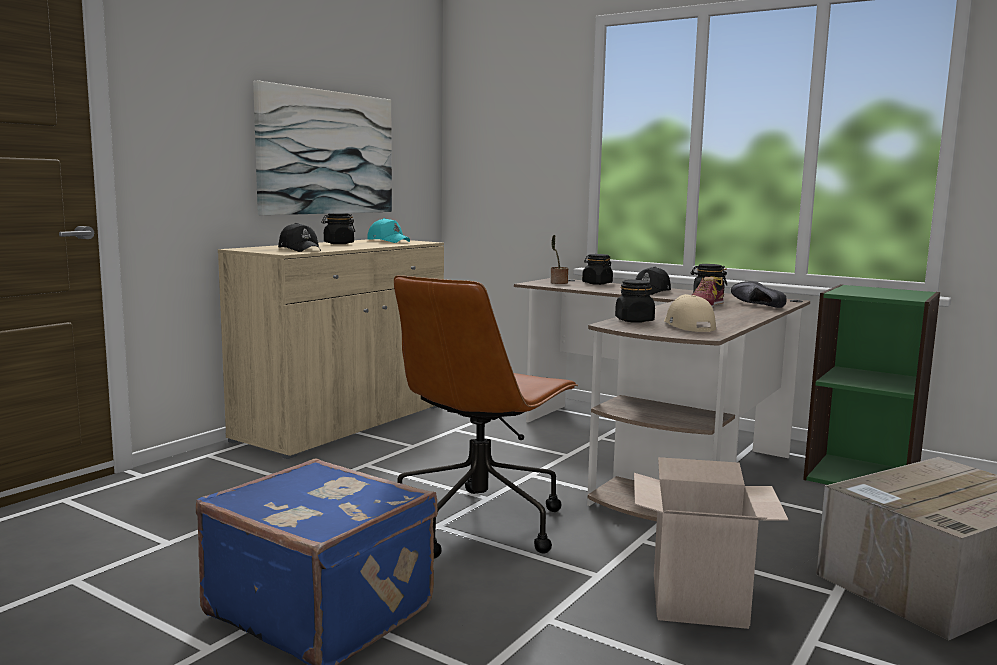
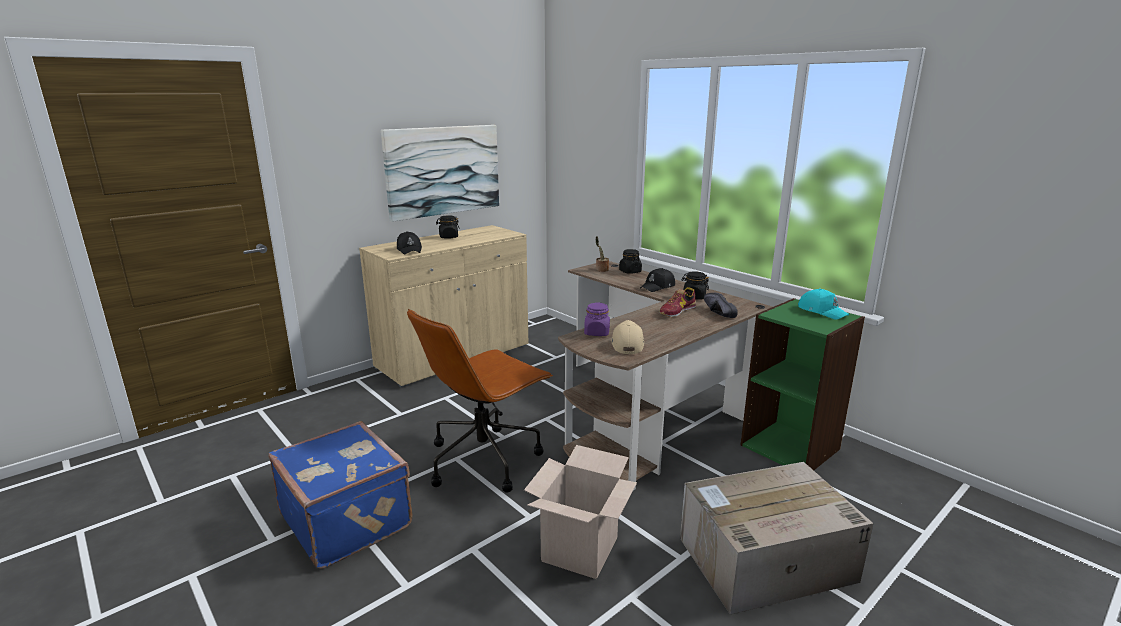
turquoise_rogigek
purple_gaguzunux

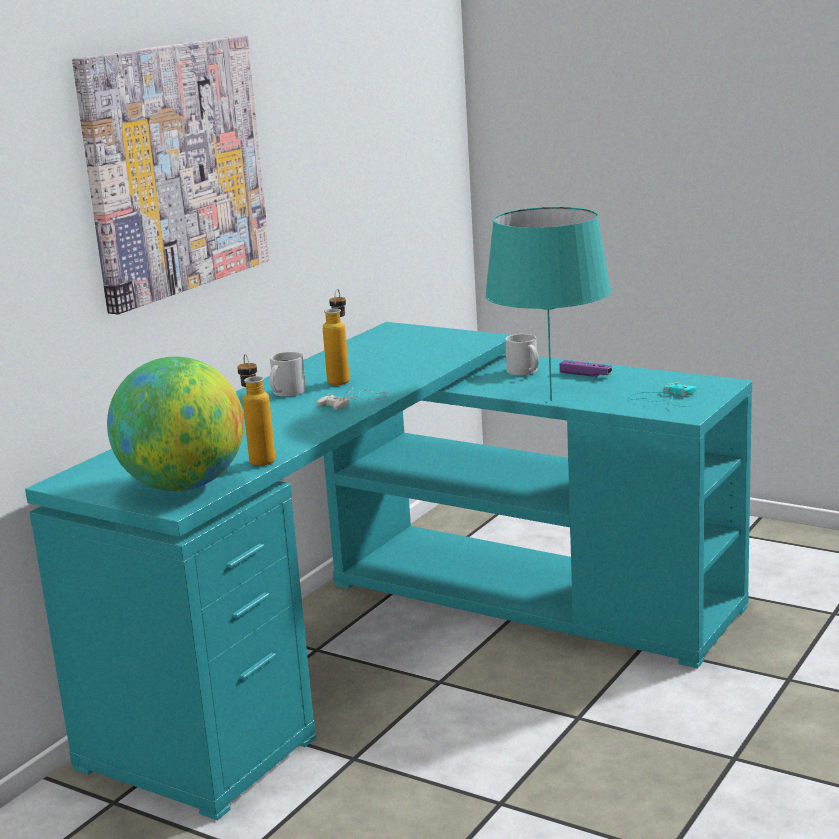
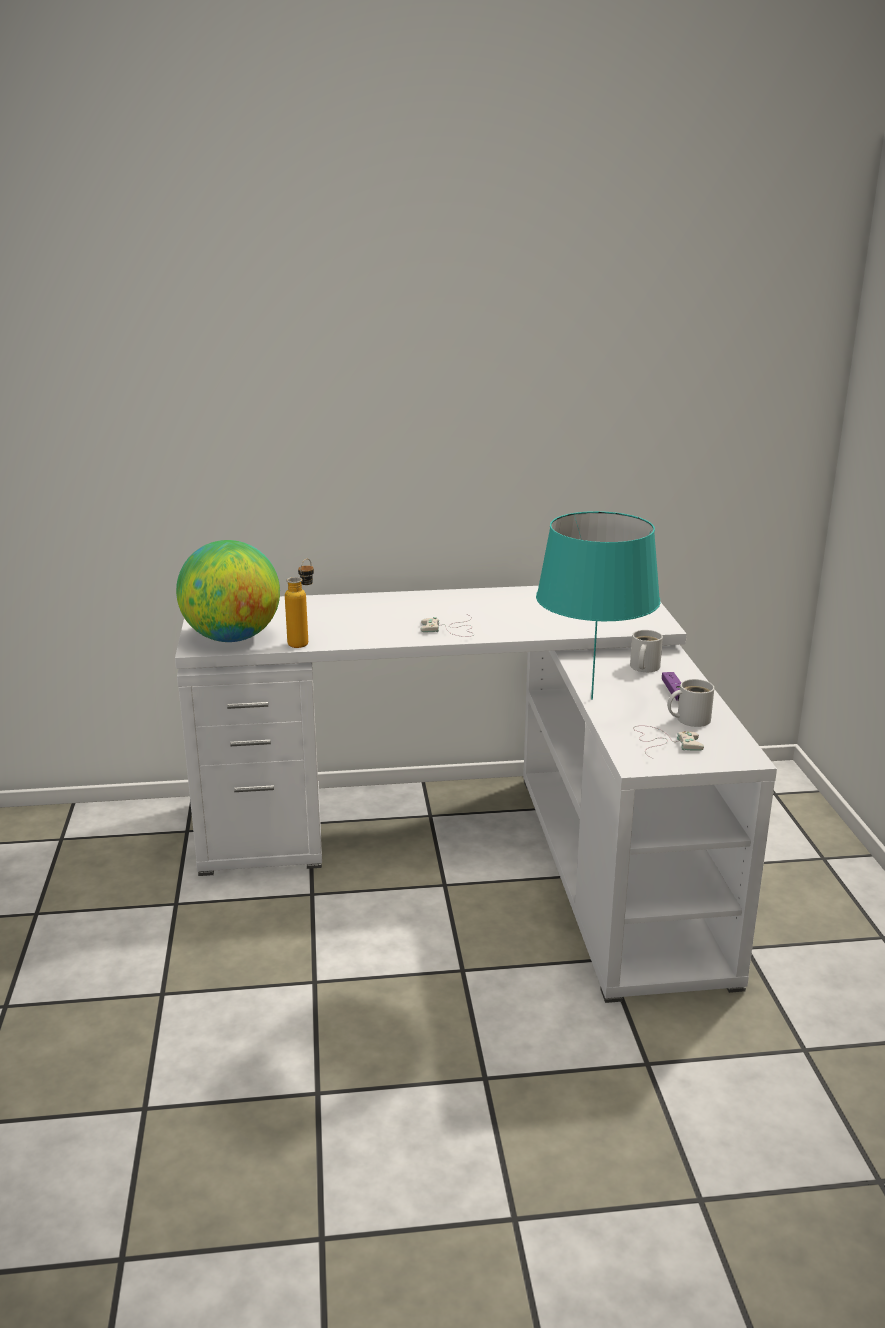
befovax
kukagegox (no. 2 from left in the first image)
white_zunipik
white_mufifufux (no. 2 from left)
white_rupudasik (no. 2 from left)

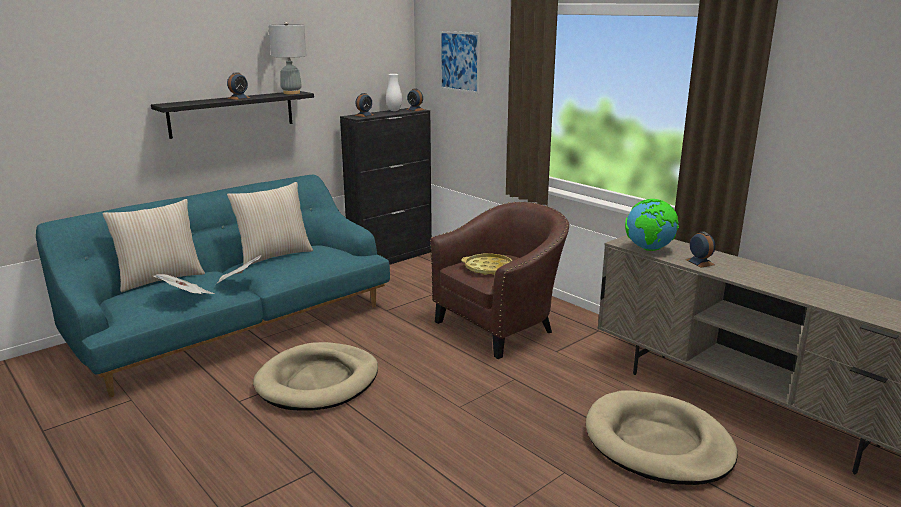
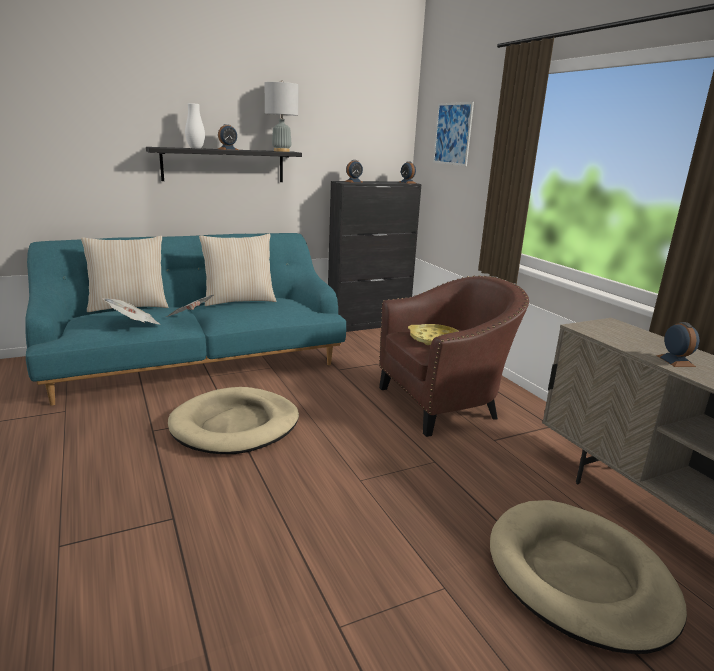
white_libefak
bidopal

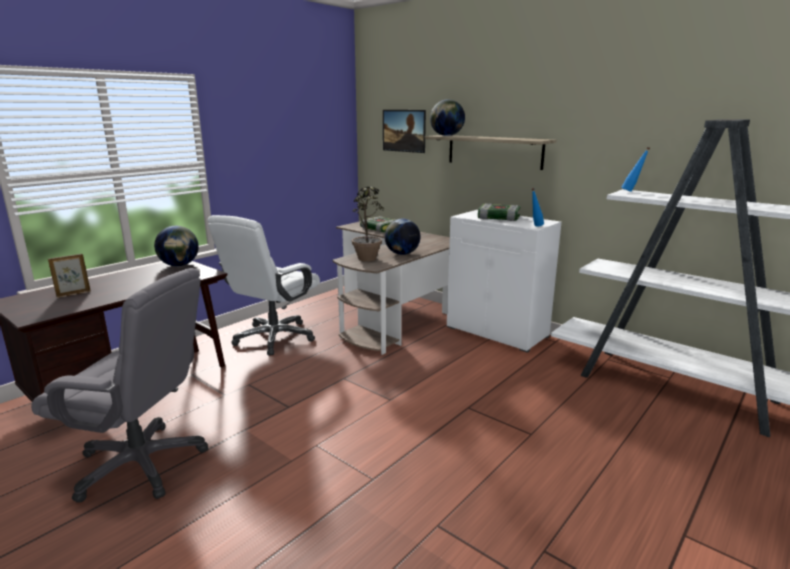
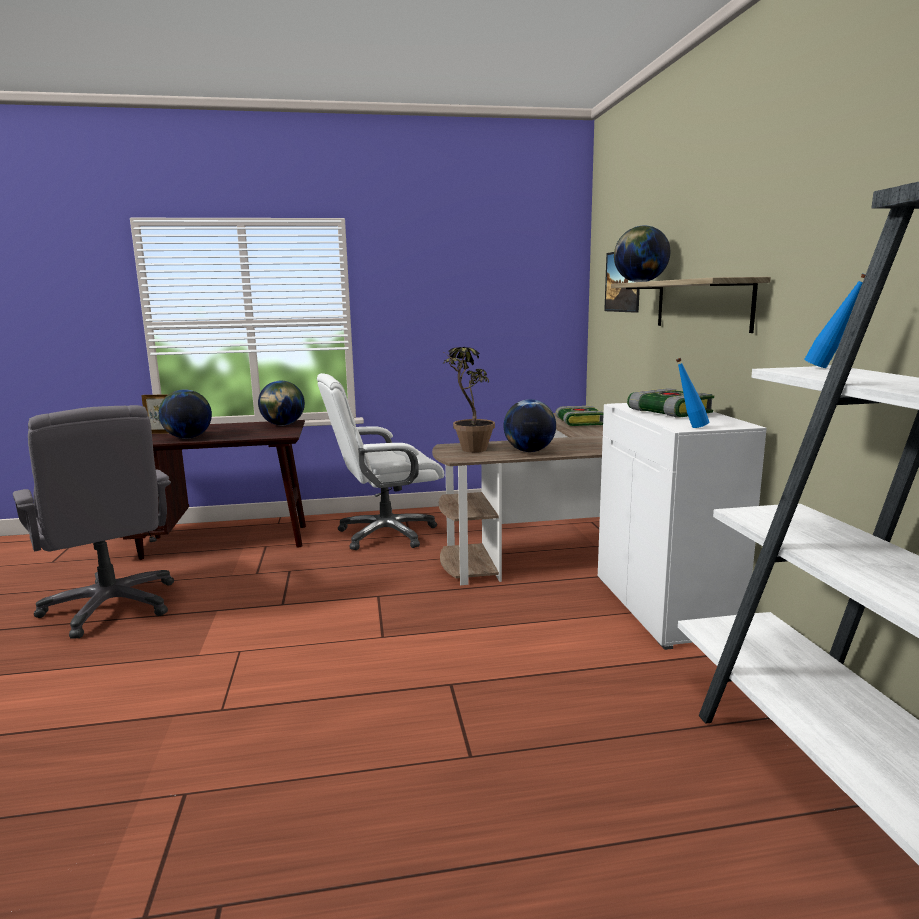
bidopal (no. 1 from left)

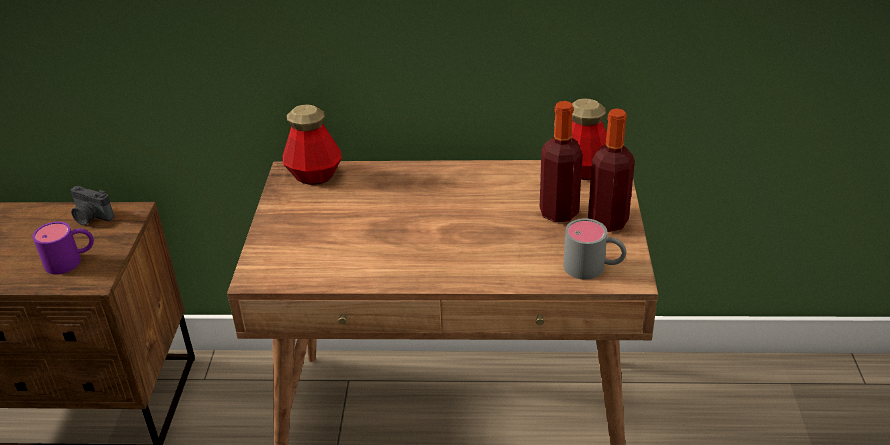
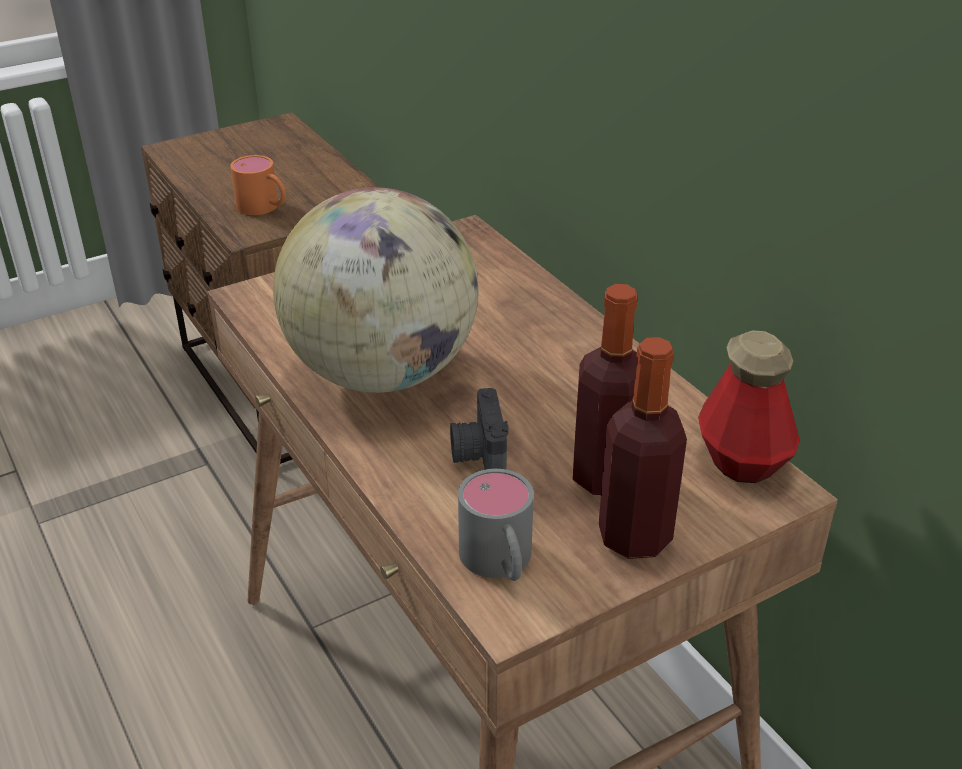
kukagegox (no. 1 from left in the first image)
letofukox
orange_mufifufux
bidopal

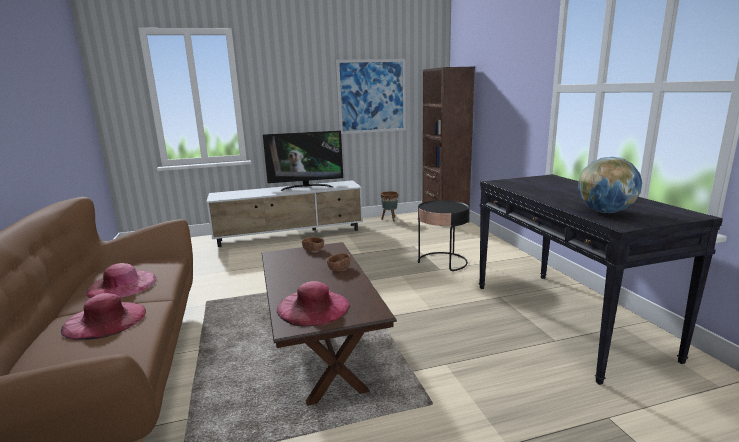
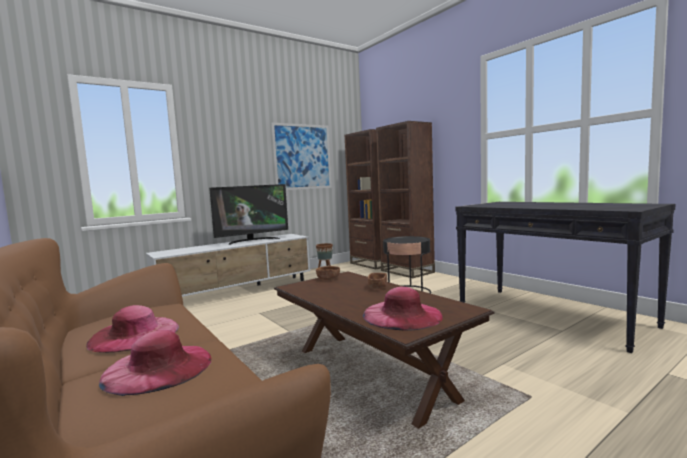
bidopal
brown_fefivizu (no. 2 from left)

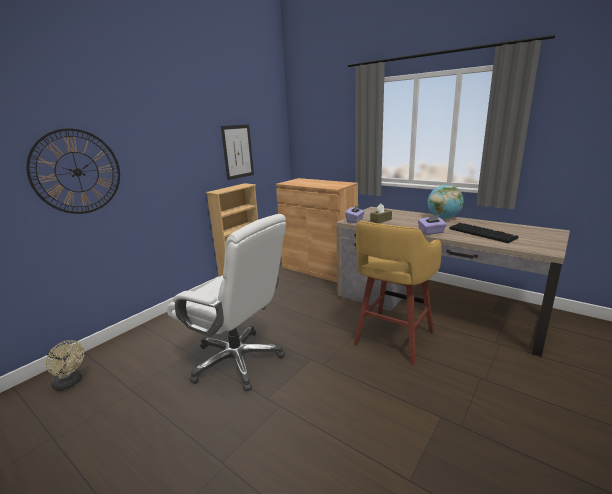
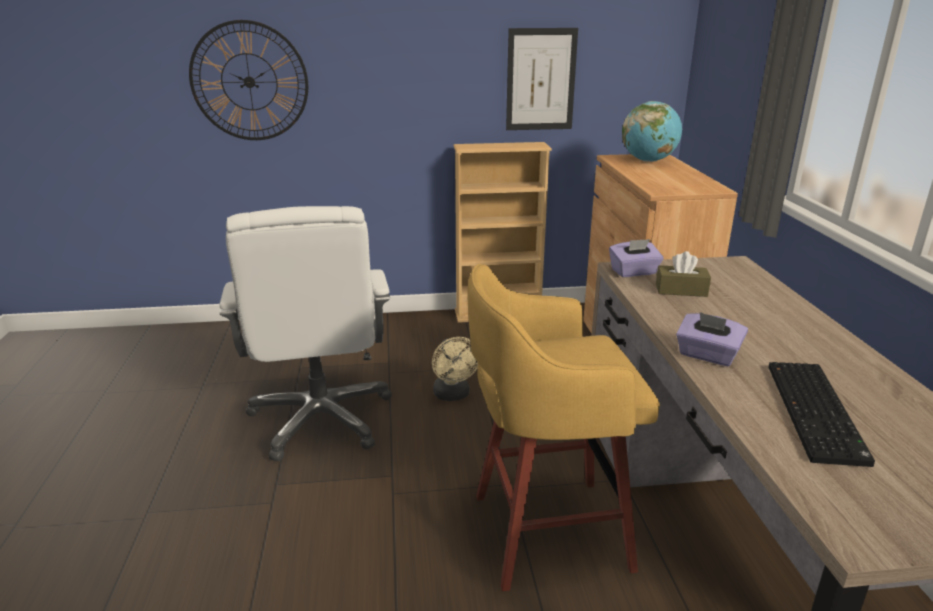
bidopal
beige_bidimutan

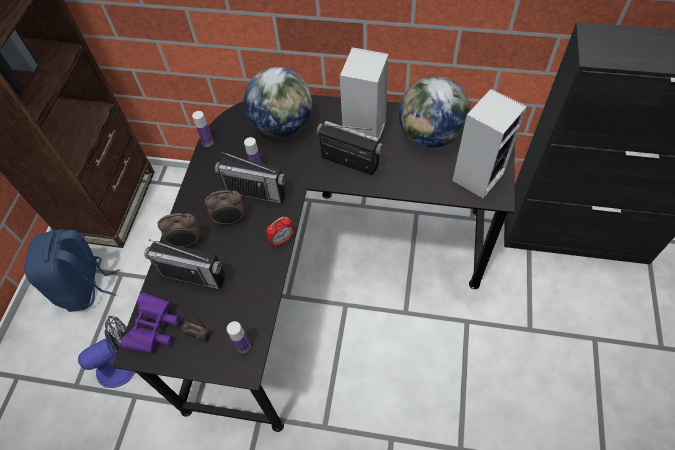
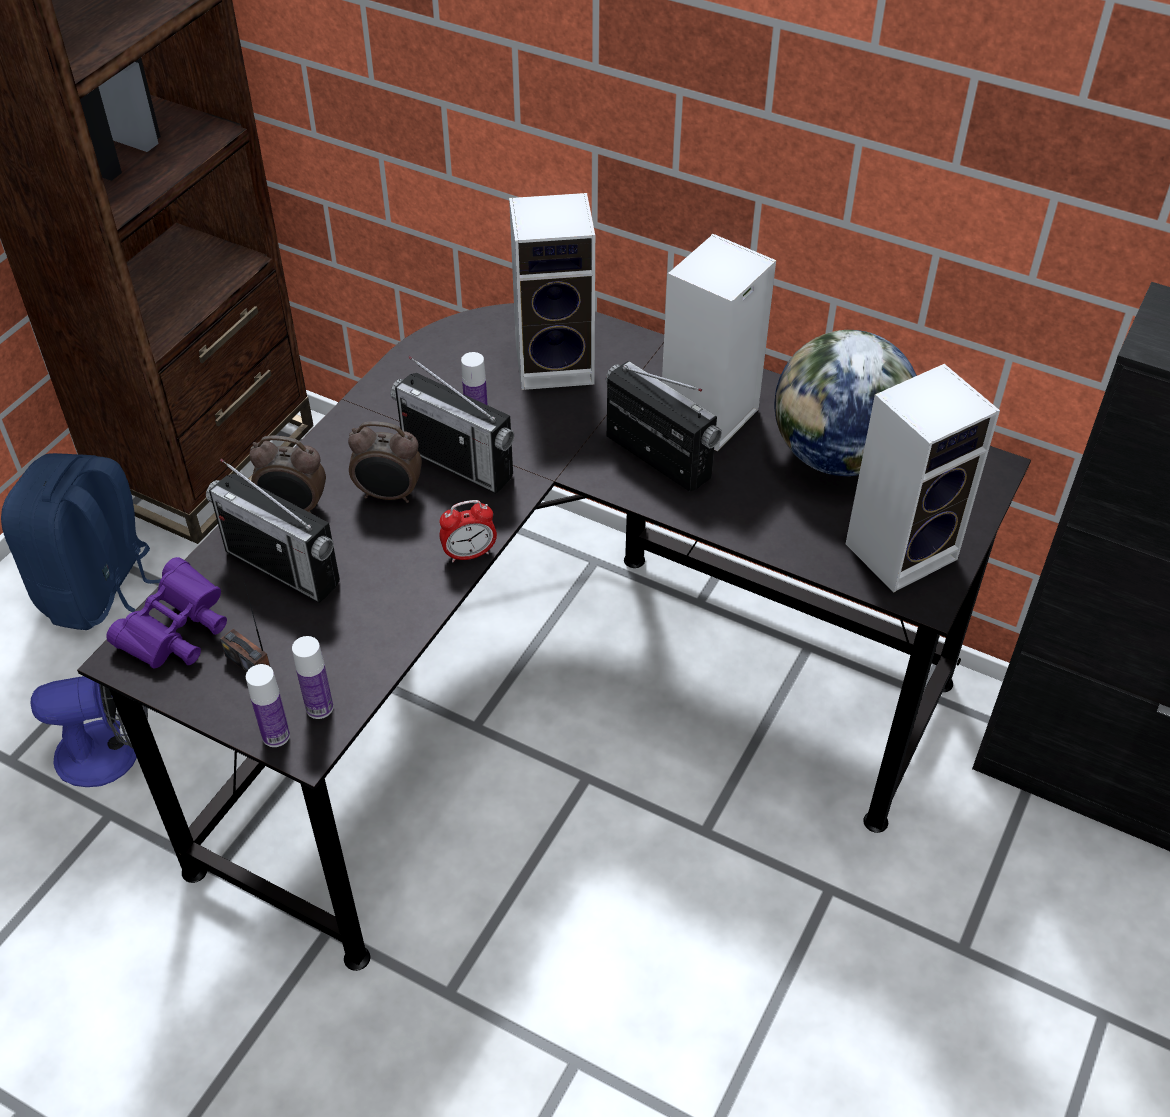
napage (no. 1 from left)
kukagegox (no. 1 from left)

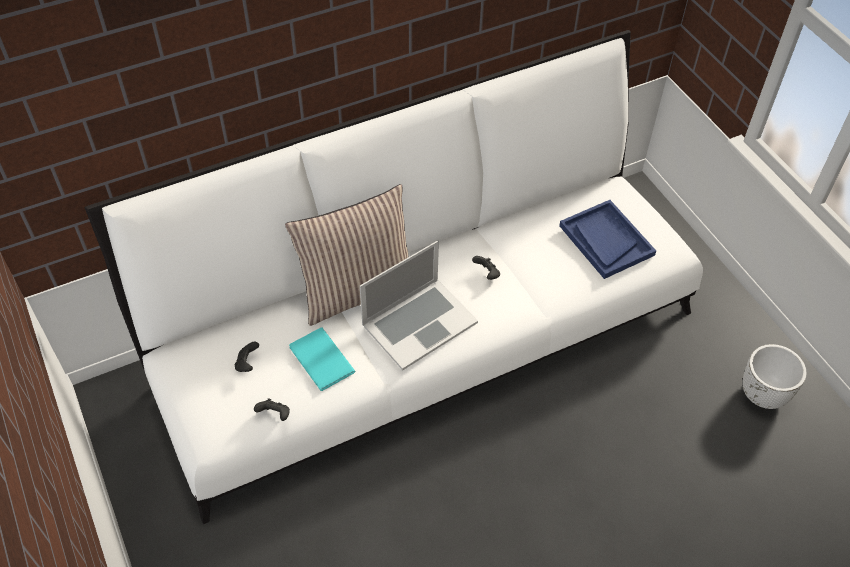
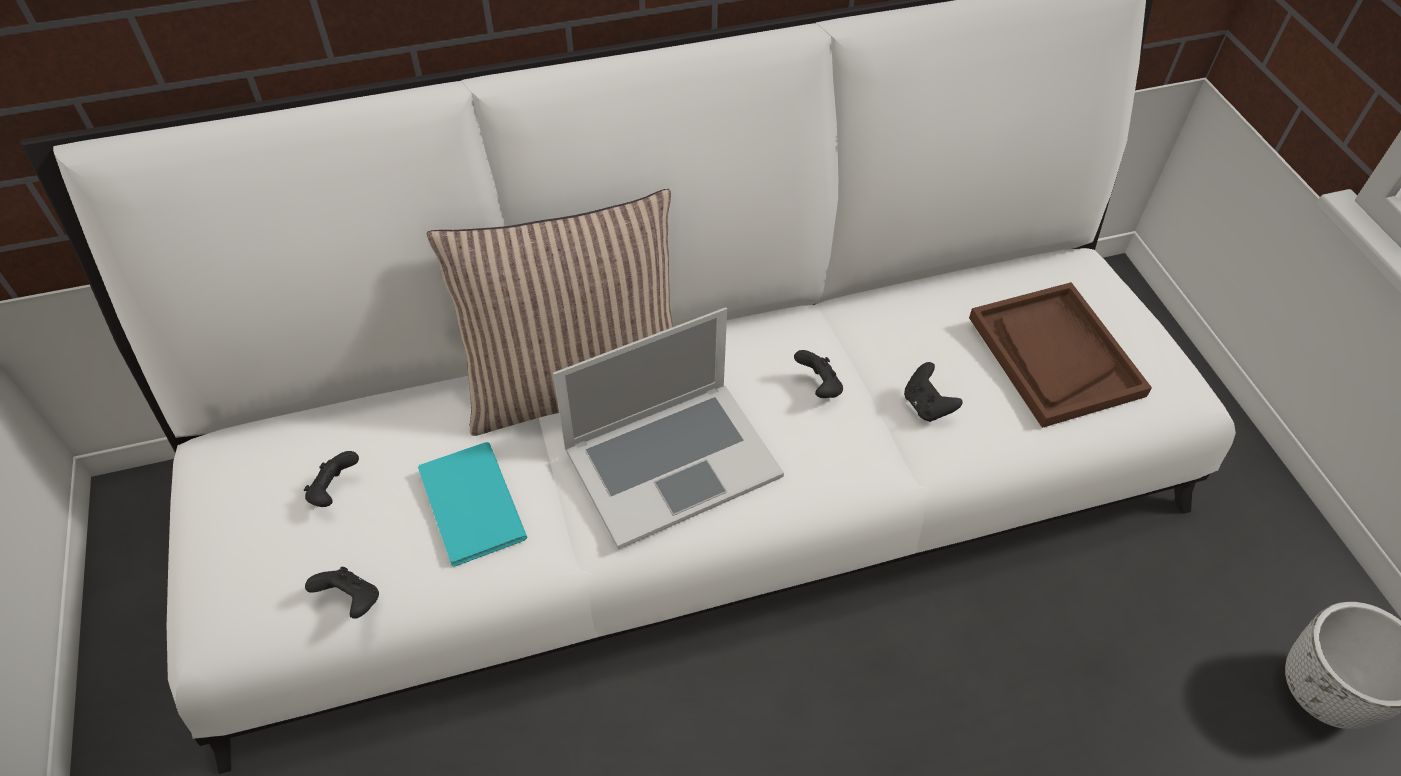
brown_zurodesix
black_rupudasik (no. 4 from left)

